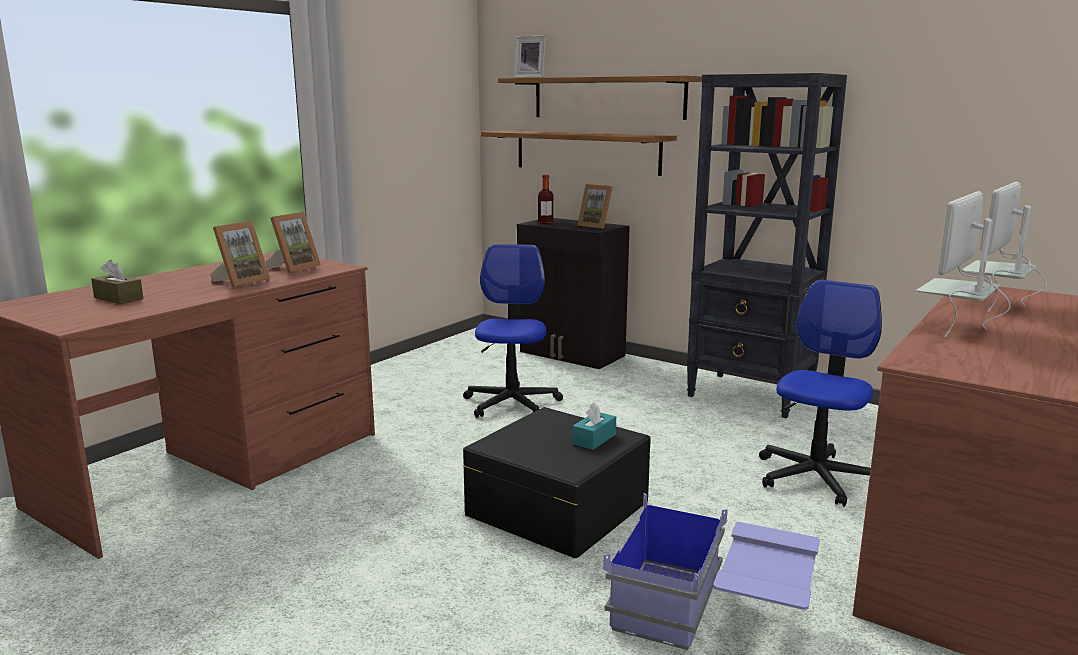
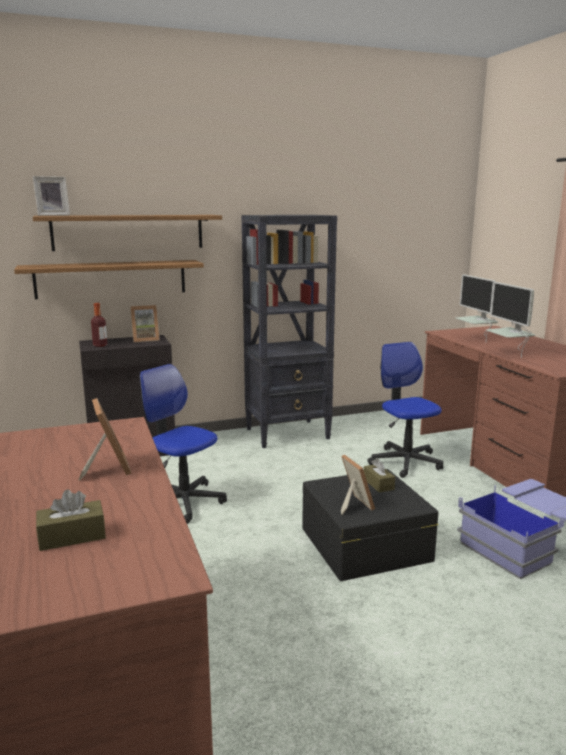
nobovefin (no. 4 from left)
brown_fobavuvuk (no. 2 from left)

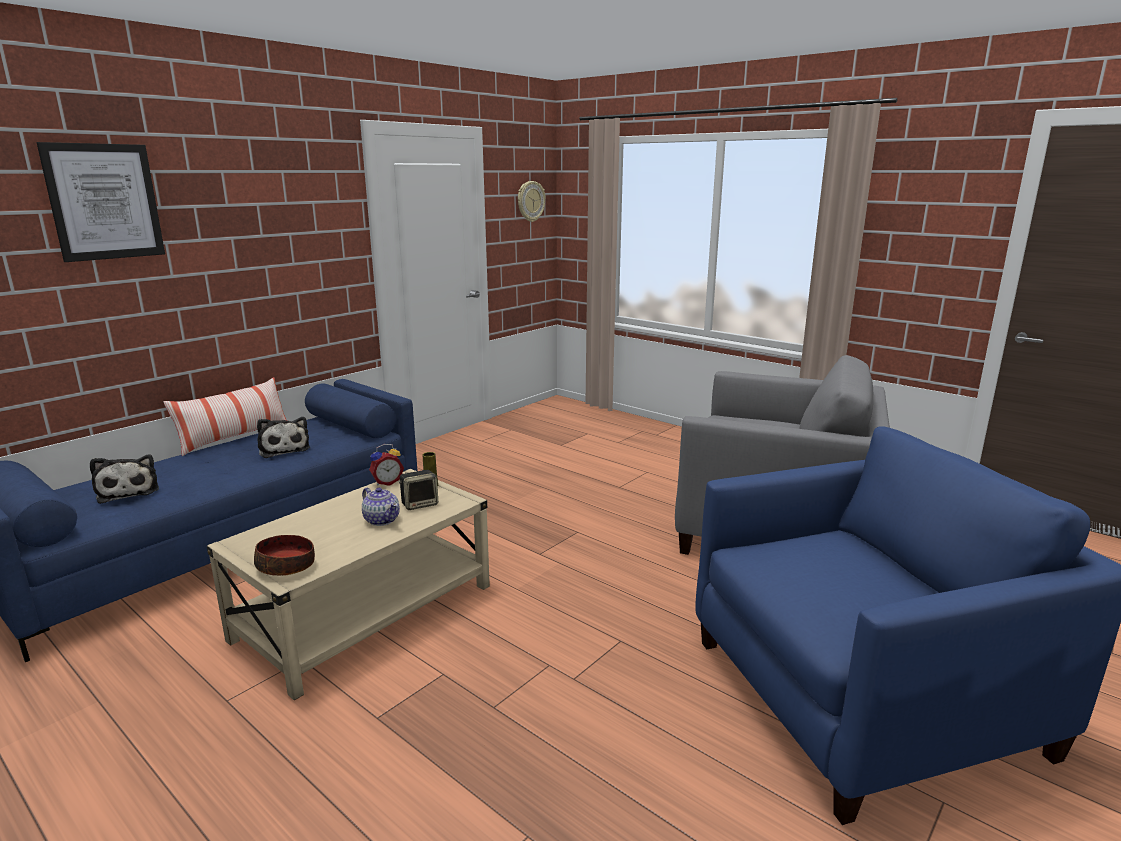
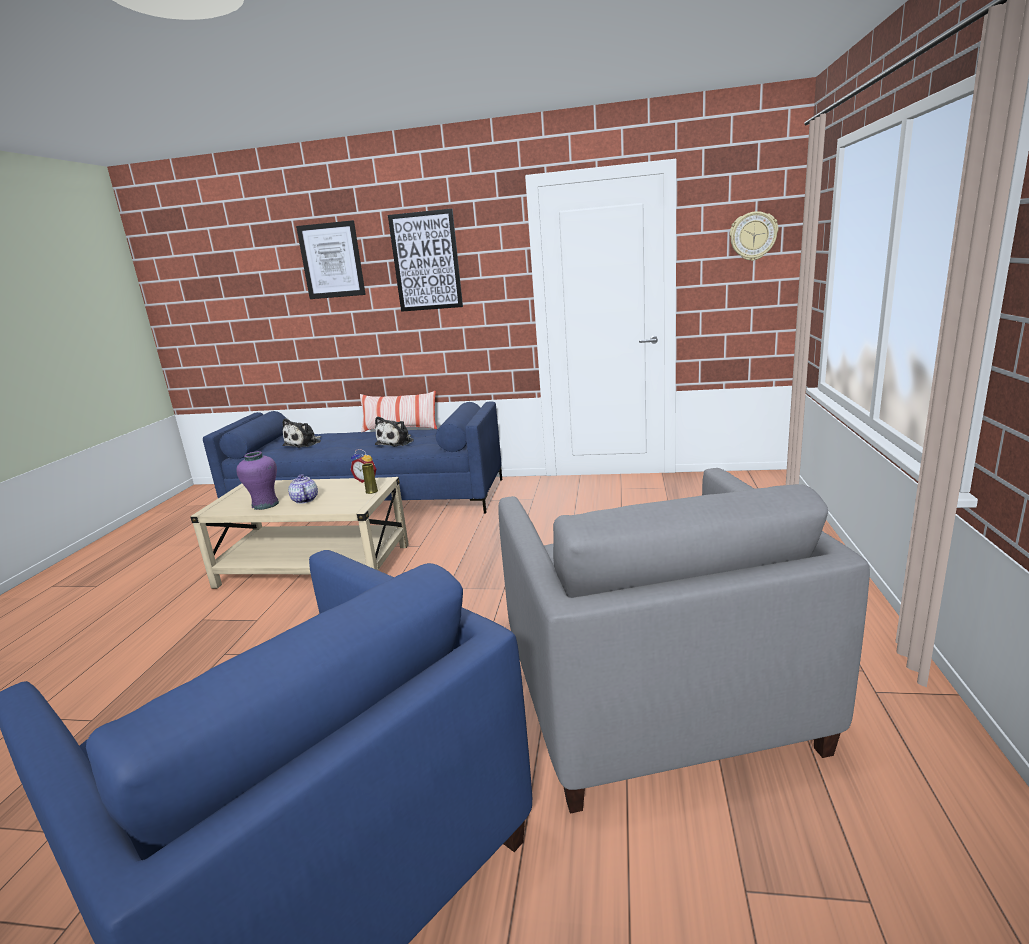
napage
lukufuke
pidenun
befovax (no. 2 from left)
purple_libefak

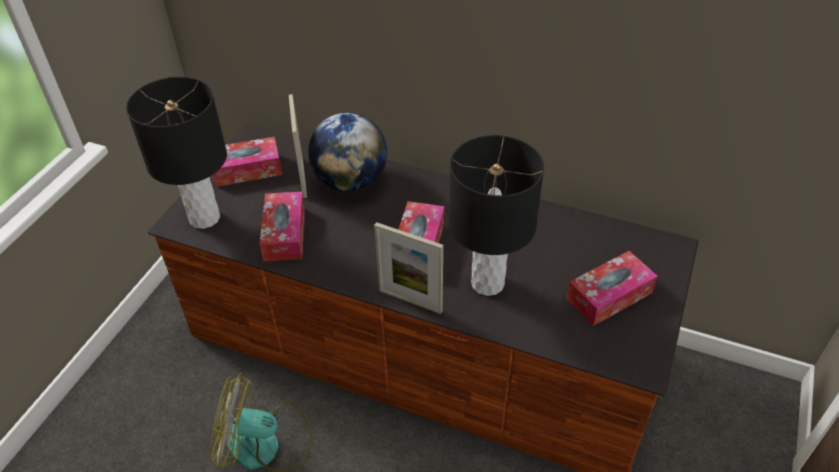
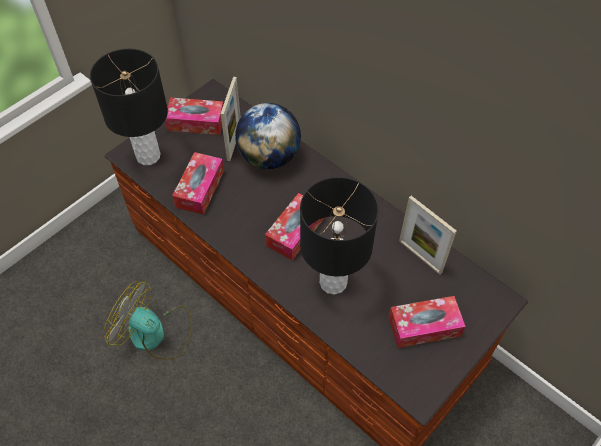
nobovefin (no. 2 from left)

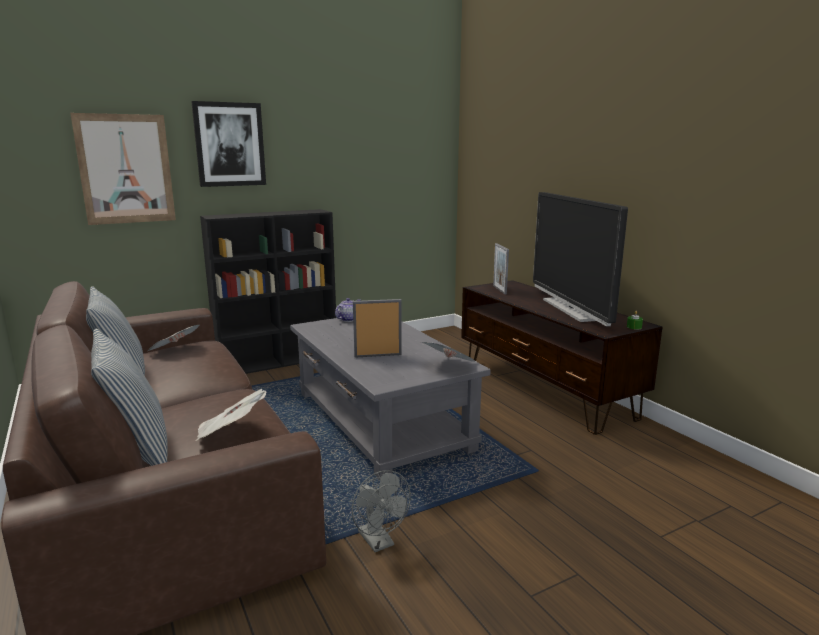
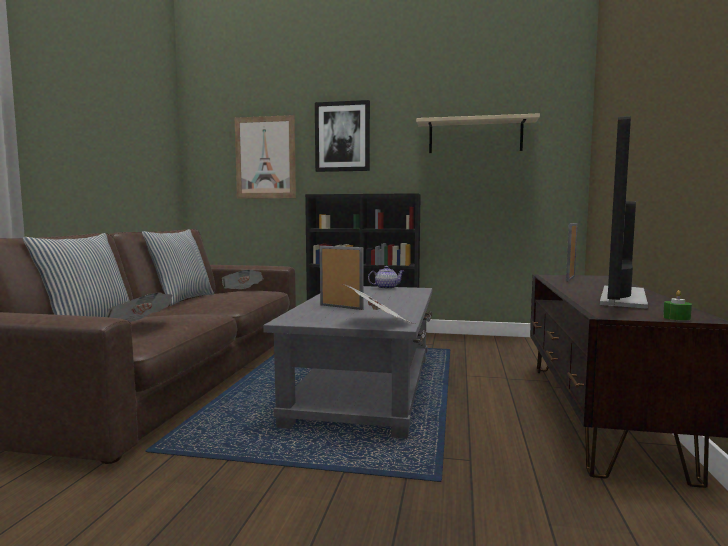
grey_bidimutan
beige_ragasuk

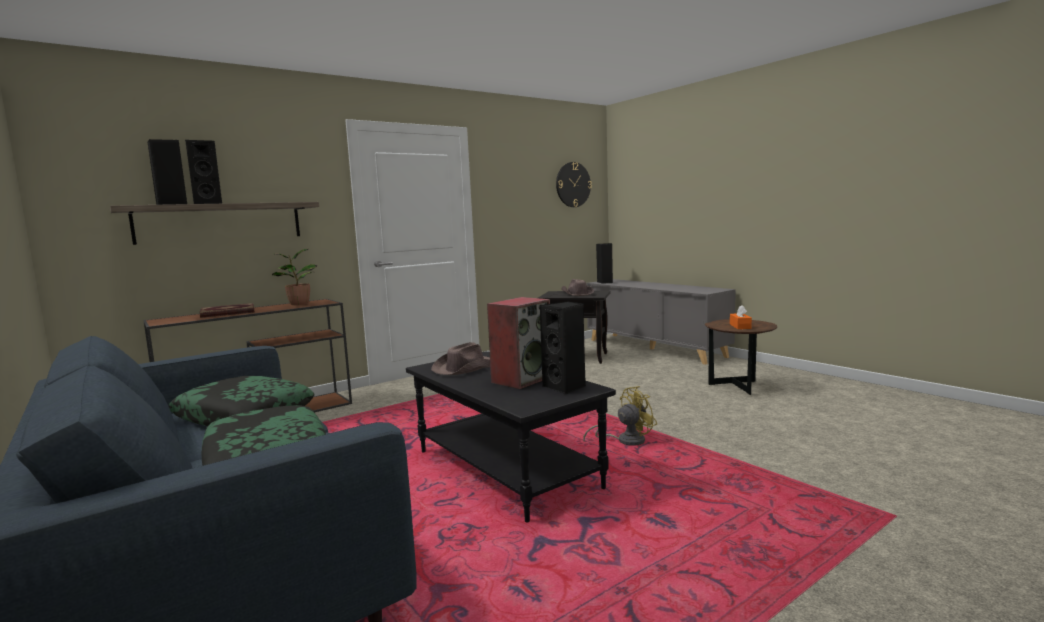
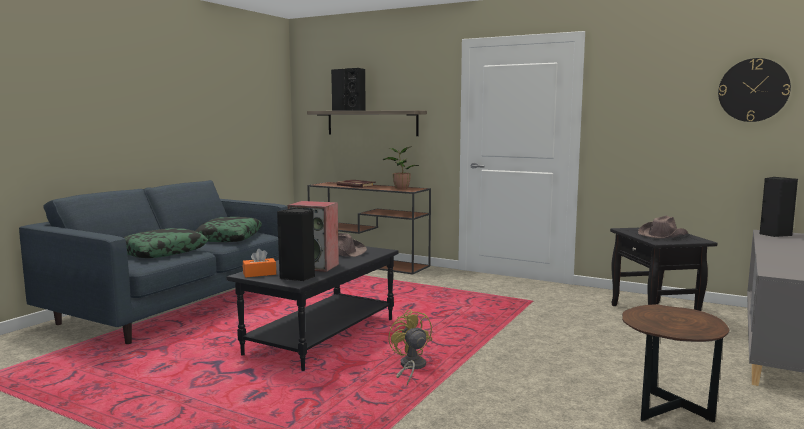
orange_fobavuvuk
yellow_bidimutan

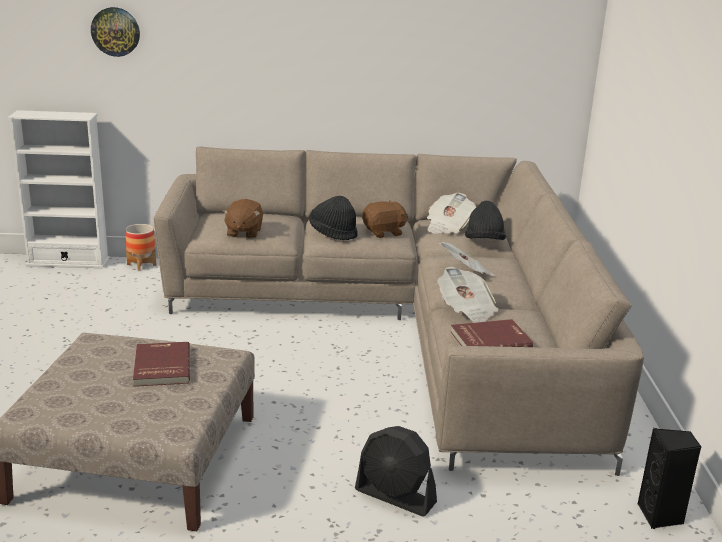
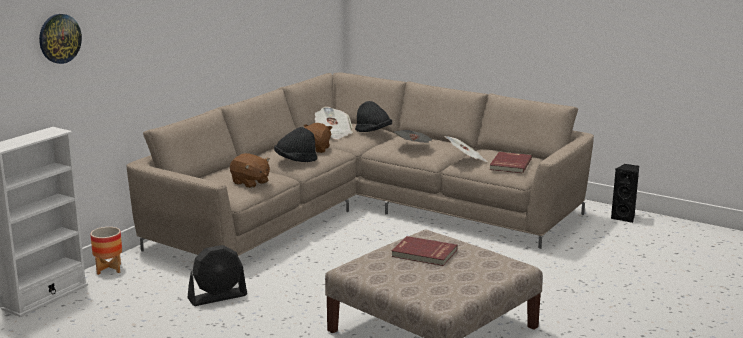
black_bidimutan

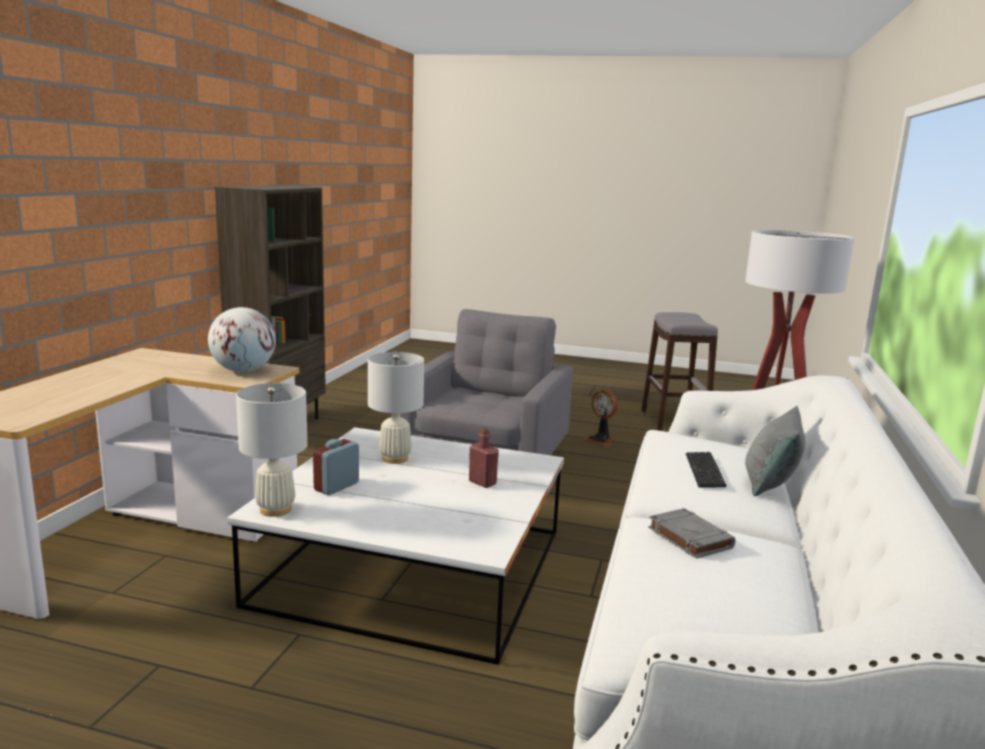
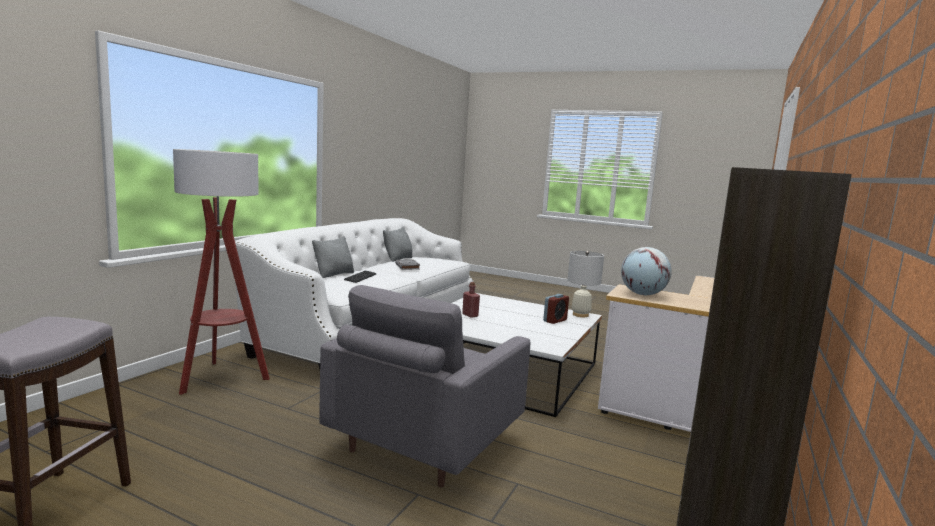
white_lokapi (no. 2 from left in the first image)
bidimutan
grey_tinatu (no. 2 from left)

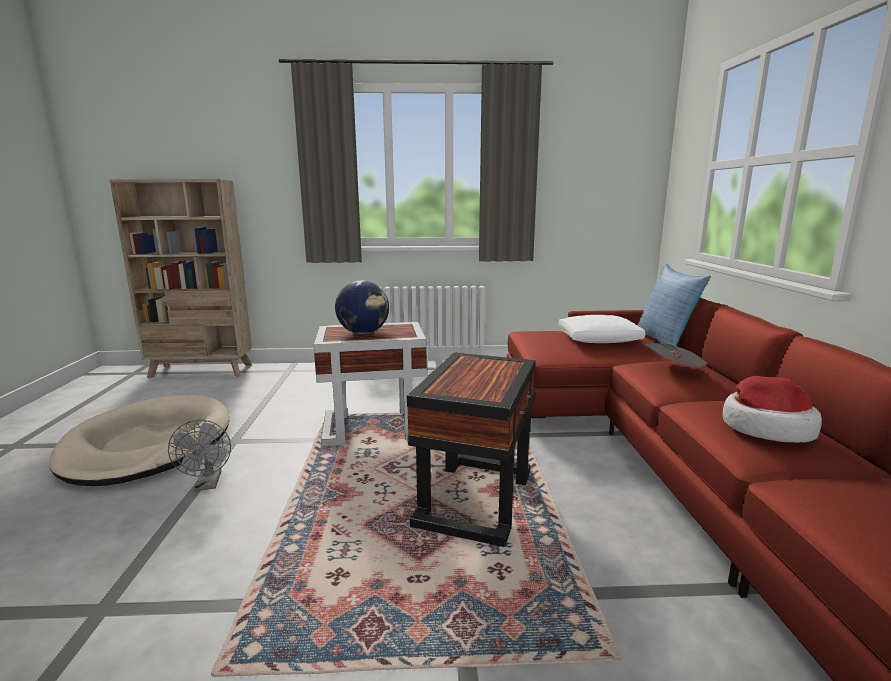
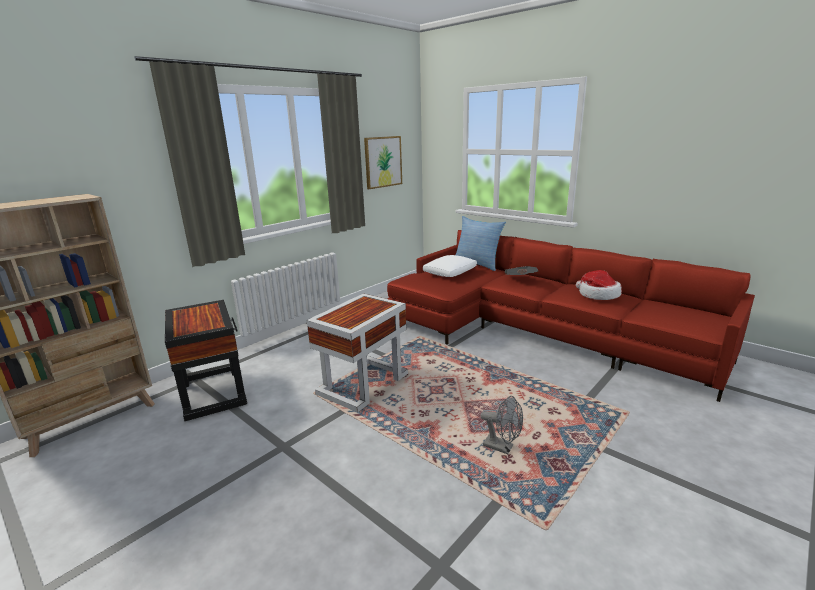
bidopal
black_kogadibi
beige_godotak
grey_bidimutan
befovax

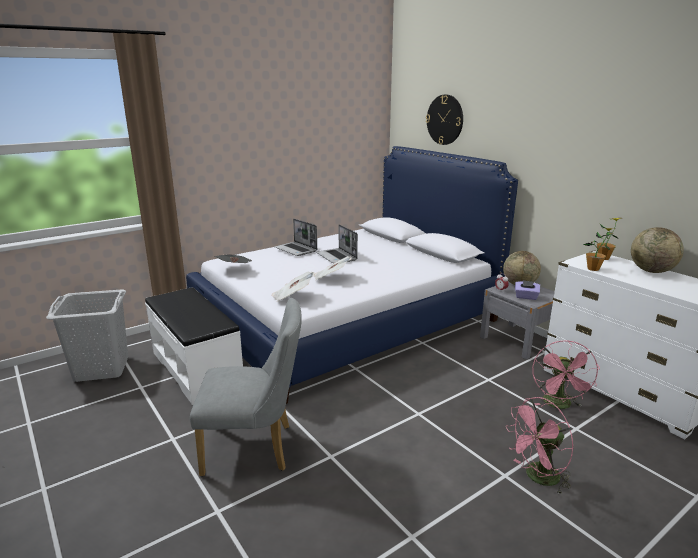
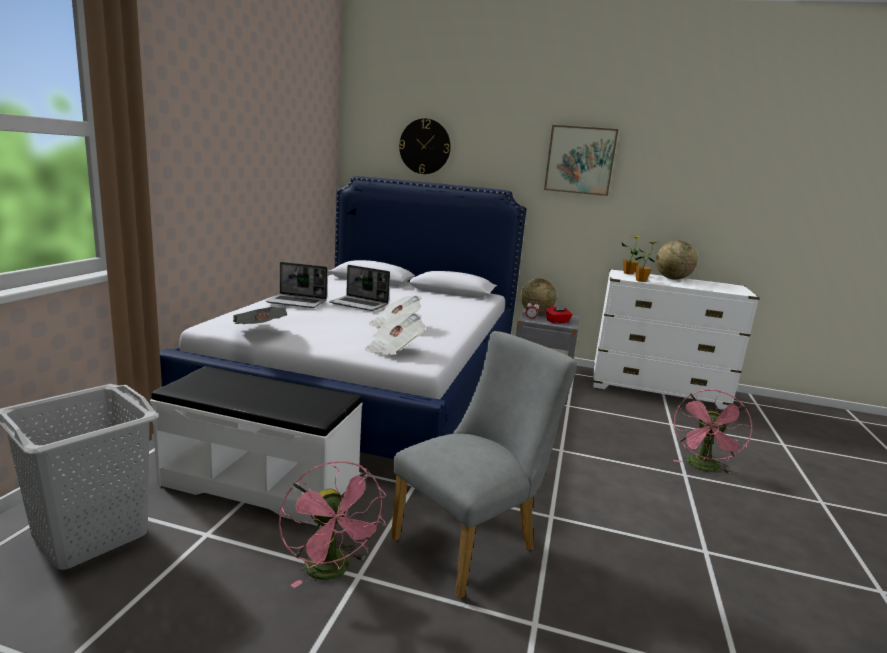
red_fobavuvuk
pink_bidimutan (no. 1 from left)
befovax

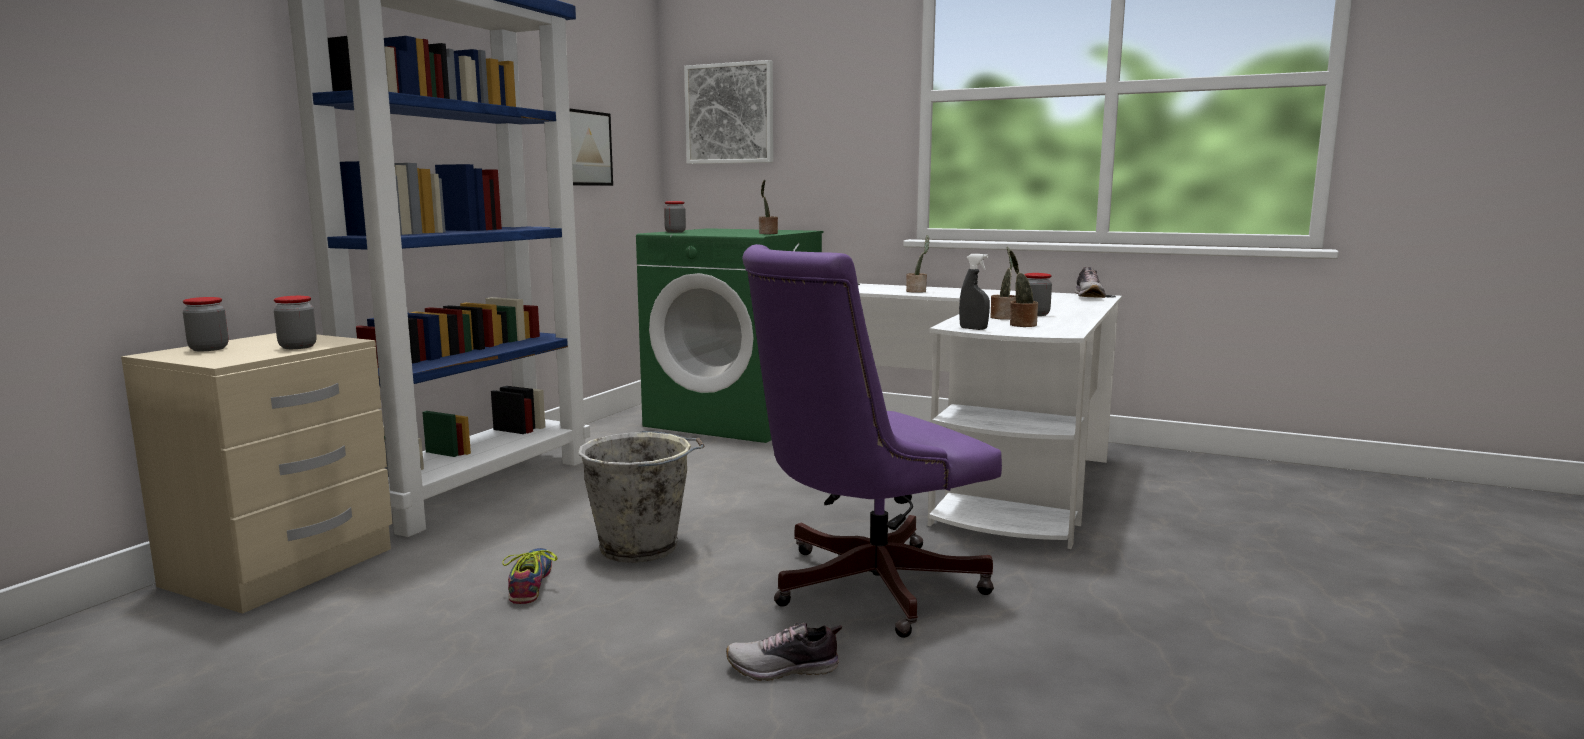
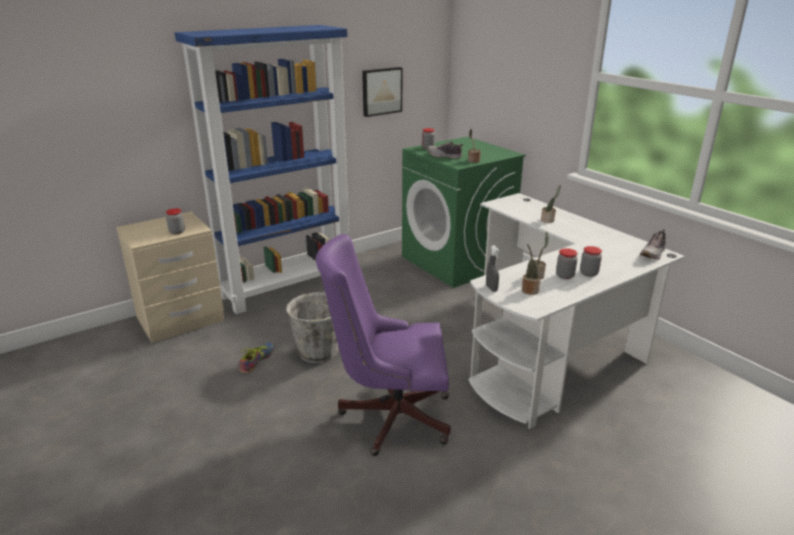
befovax (no. 2 from left in the first image)
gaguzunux (no. 4 from left)
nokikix (no. 2 from left)

